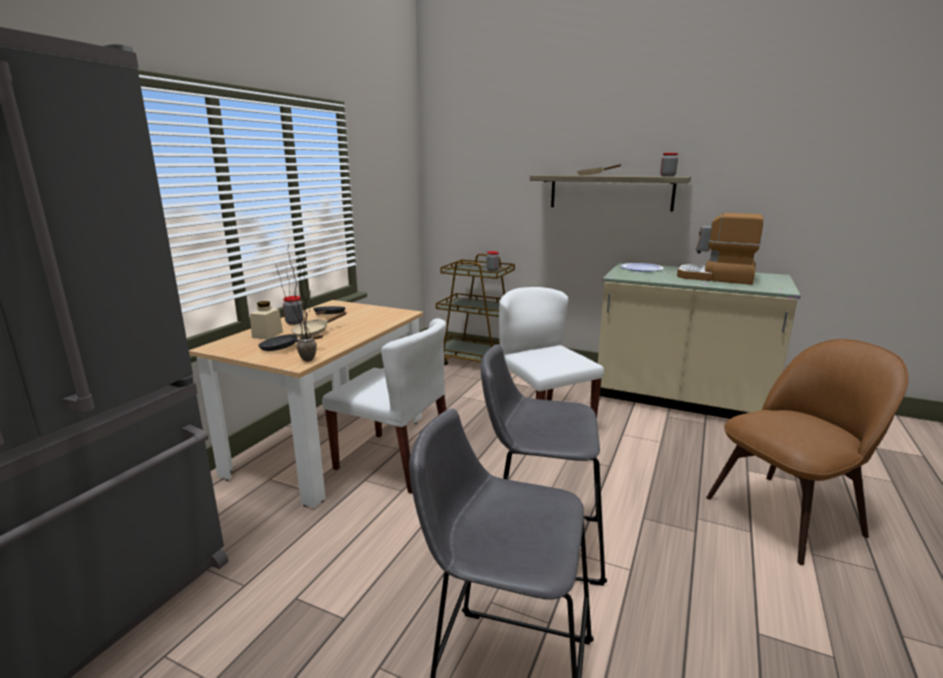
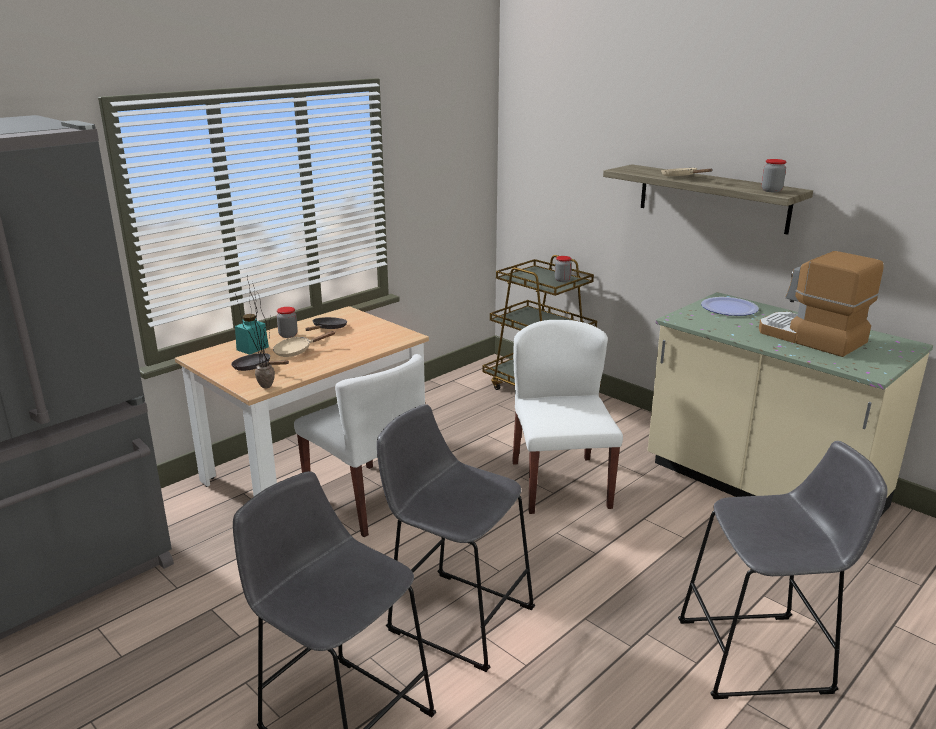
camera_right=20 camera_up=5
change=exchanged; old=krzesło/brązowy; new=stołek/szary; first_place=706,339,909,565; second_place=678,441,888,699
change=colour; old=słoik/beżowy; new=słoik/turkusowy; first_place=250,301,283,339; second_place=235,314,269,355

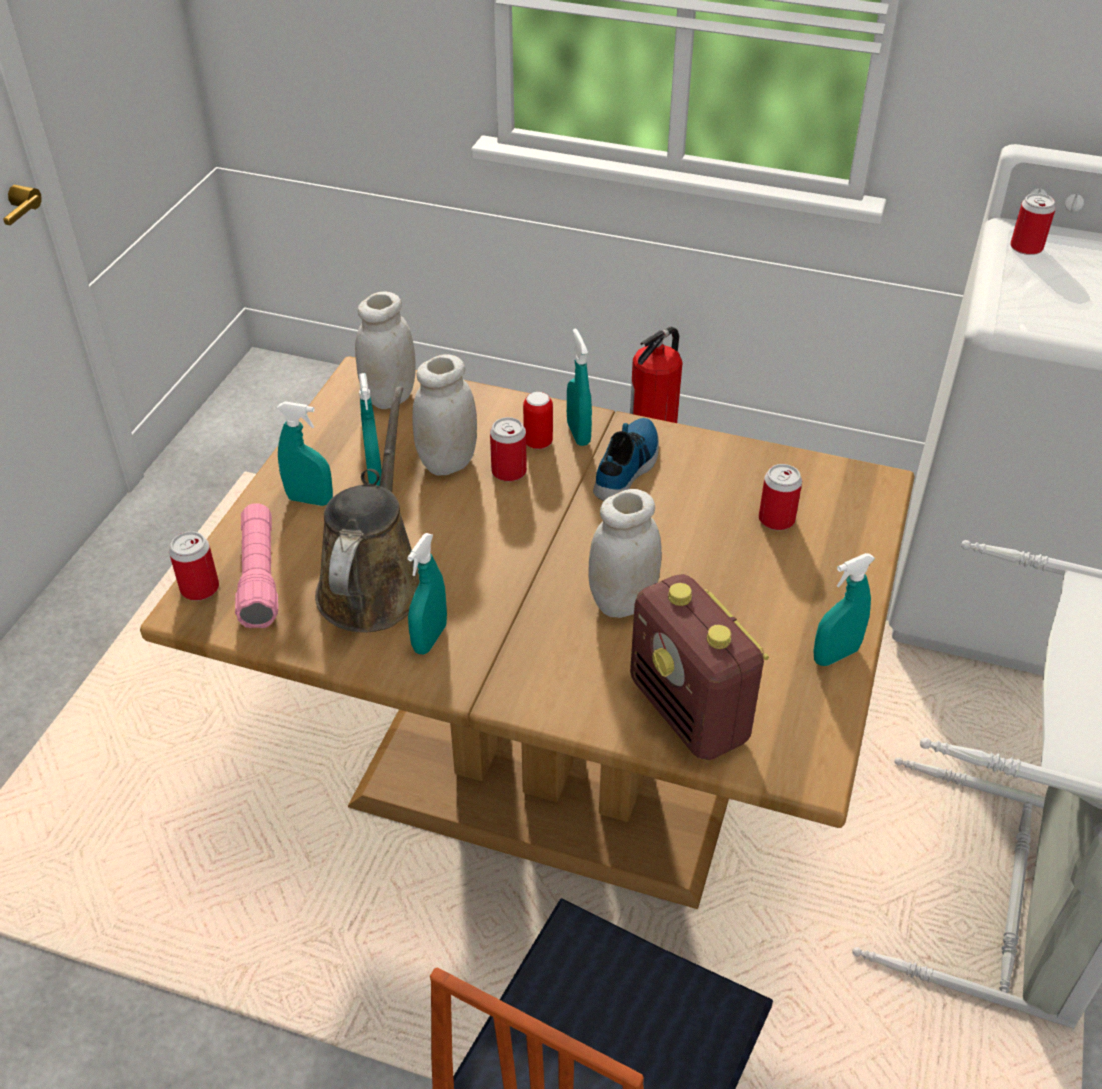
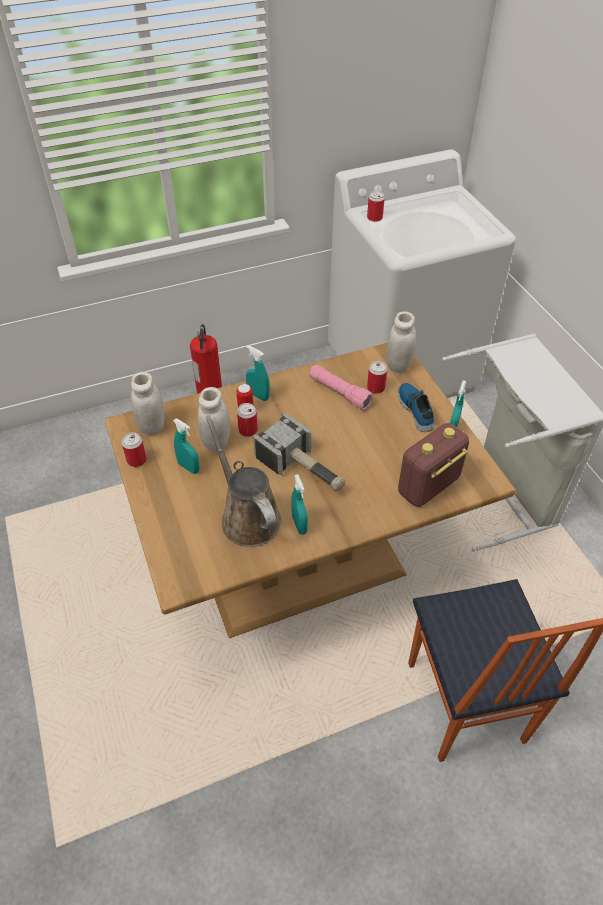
camera_right=-40 camera_up=5
change=missing; old=spryskiwacz/turkusowy; first_place=277,401,333,506
change=appeared; new=młotek; second_place=253,413,346,491
change=relocated; old=puszka; first_place=169,531,219,601; second_place=122,432,147,467
change=relocated; old=latarka/różowy; first_place=235,503,278,628; second_place=309,365,373,410
change=relocated; old=słoik/biały; first_place=588,489,662,618; second_place=387,311,416,373
change=relocated; old=but; first_place=593,418,659,501; second_place=398,383,435,432
change=spun; old=radio; first_place=630,574,769,760; second_place=398,423,469,507; degrees=120

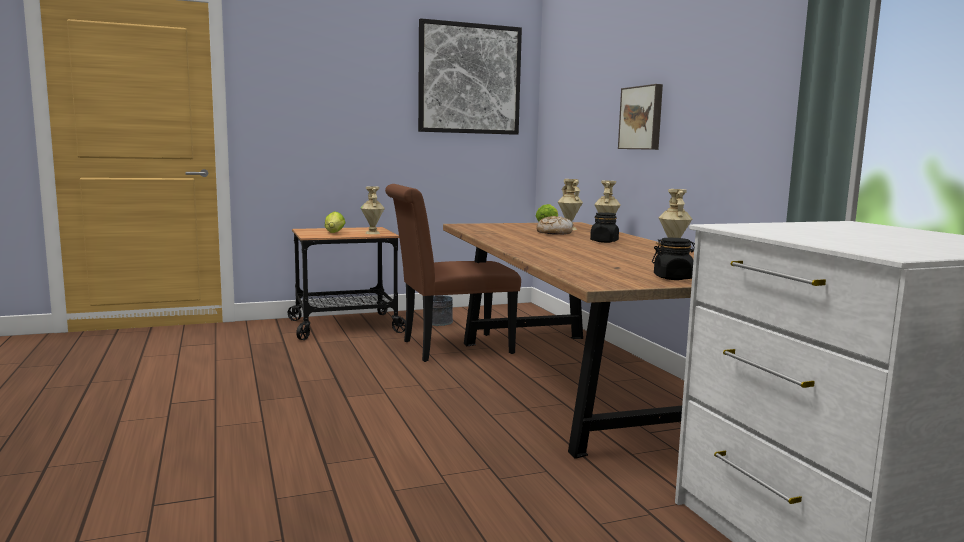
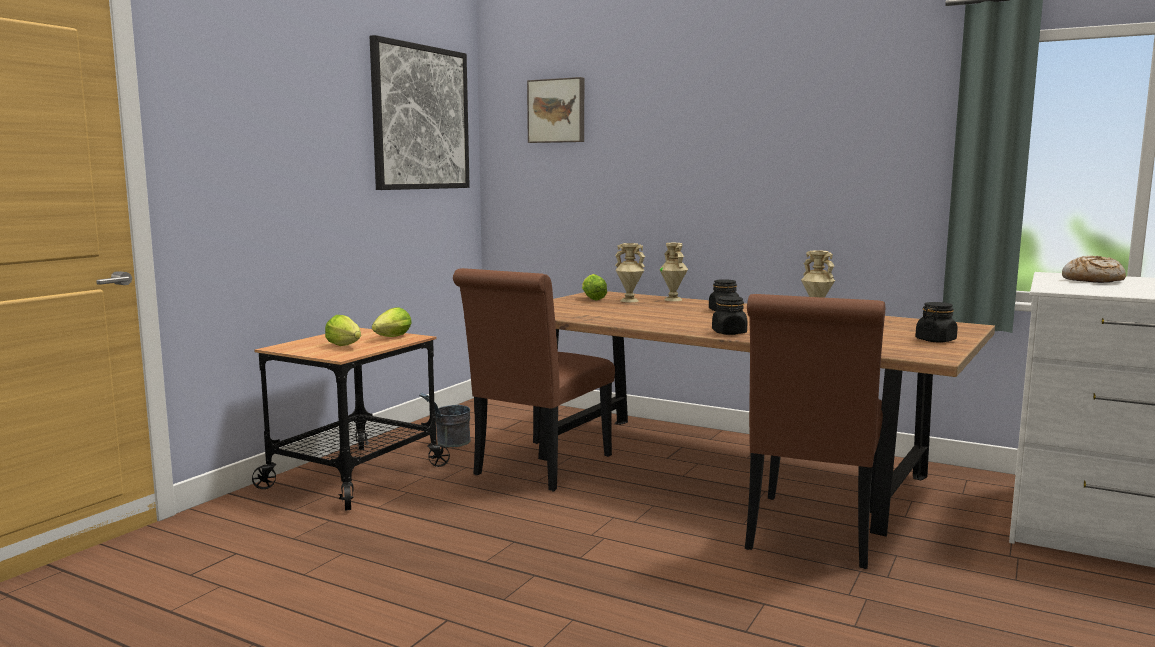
camera_right=-40 camera_up=0
change=appeared; new=słoik/czarny; second_place=712,296,747,335
change=appeared; new=krzesło/brązowy; second_place=745,294,885,569
change=relocated; old=chleb; first_place=536,216,573,235; second_place=1062,256,1126,283
change=relocated; old=obraz; first_place=618,84,663,150; second_place=527,77,584,143
change=exchanged; old=wazon/beżowy; new=sałata; first_place=361,186,385,234; second_place=372,307,412,337

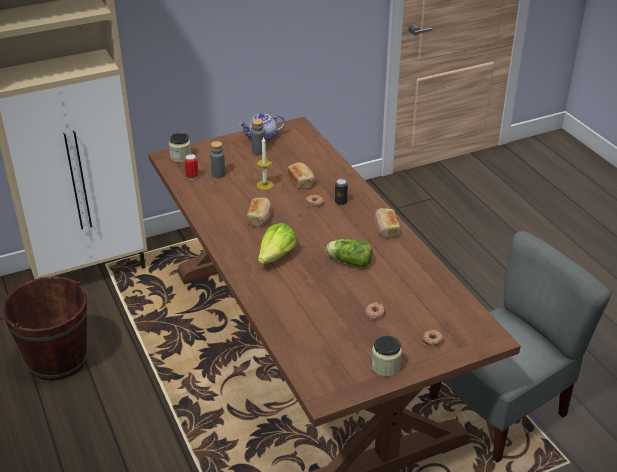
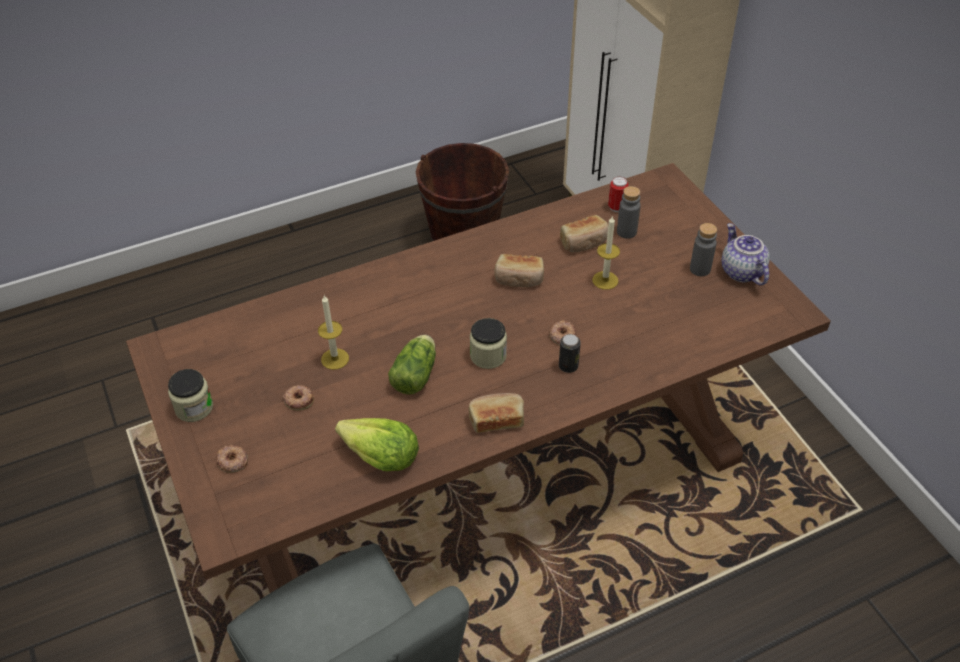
camera_right=90 camera_up=10
change=appeared; new=świeca; second_place=318,295,349,370
change=relocated; old=słoik; first_place=169,133,191,162; second_place=470,318,507,369
change=relocated; old=sałata; first_place=258,223,297,264; second_place=335,418,419,471
change=relocated; old=chleb; first_place=288,162,315,189; second_place=560,215,608,252

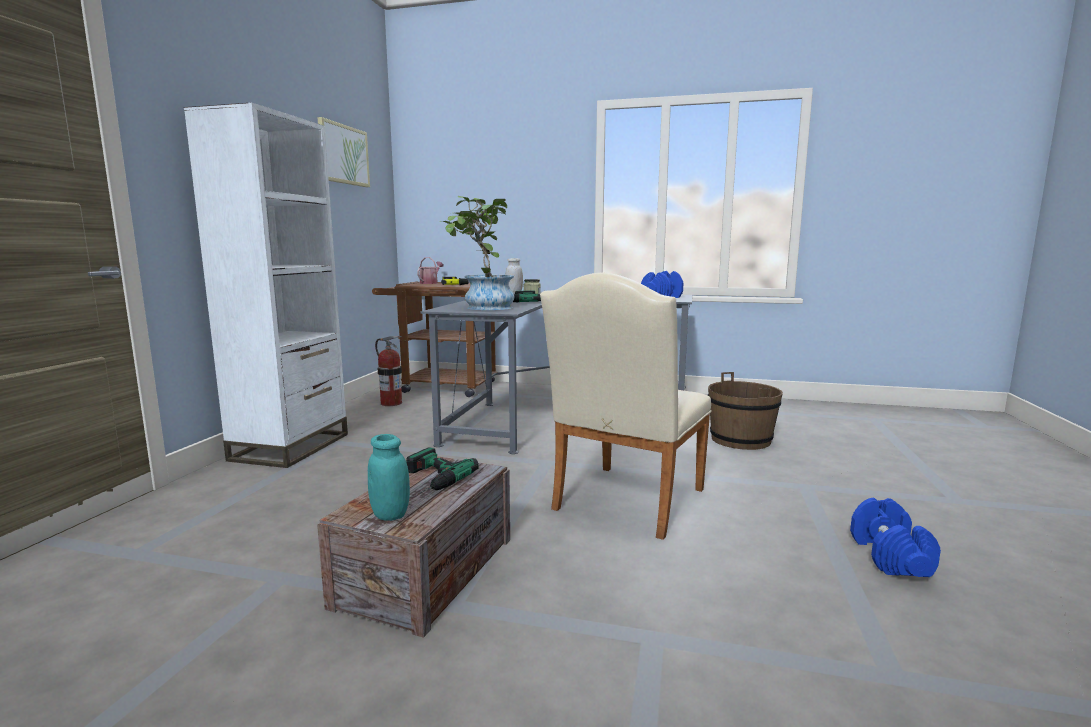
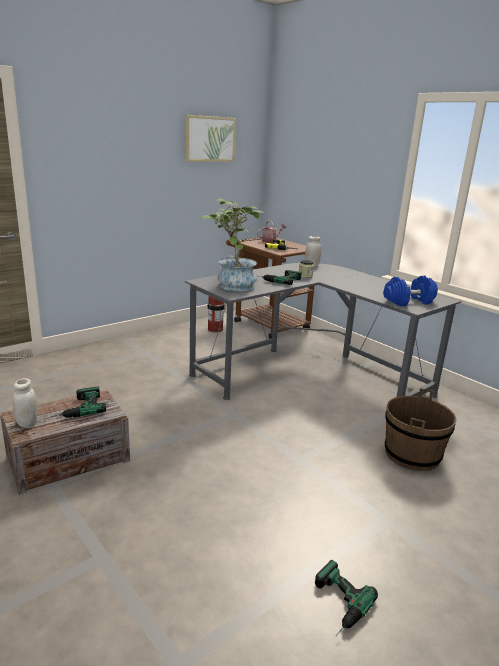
camera_right=35 camera_up=10
change=missing; old=regał/biały; first_place=184,102,348,468
change=missing; old=krzesło/beżowy; first_place=540,273,712,540
change=exchanged; old=hantel/niebieski; new=wiertarka; first_place=850,498,941,577; second_place=315,560,378,636
change=colour; old=słoik/turkusowy; new=słoik/biały; first_place=368,434,410,521; second_place=13,378,38,428

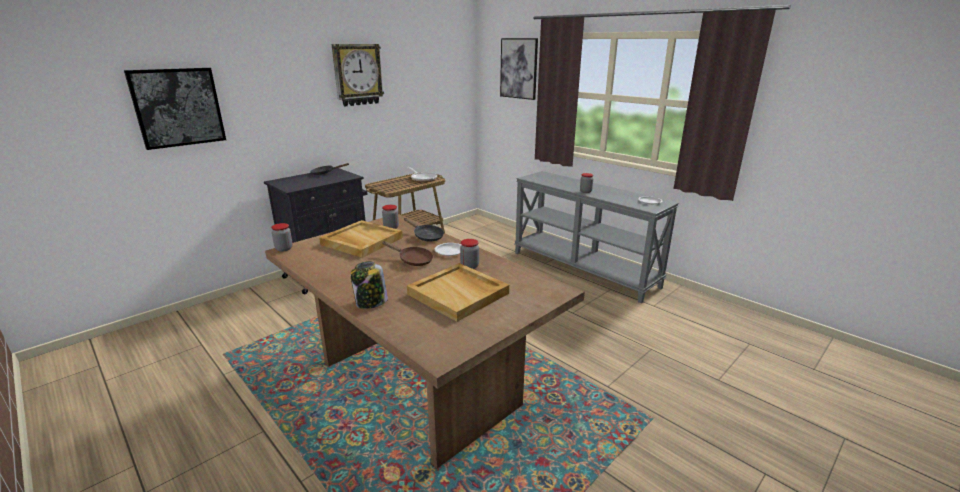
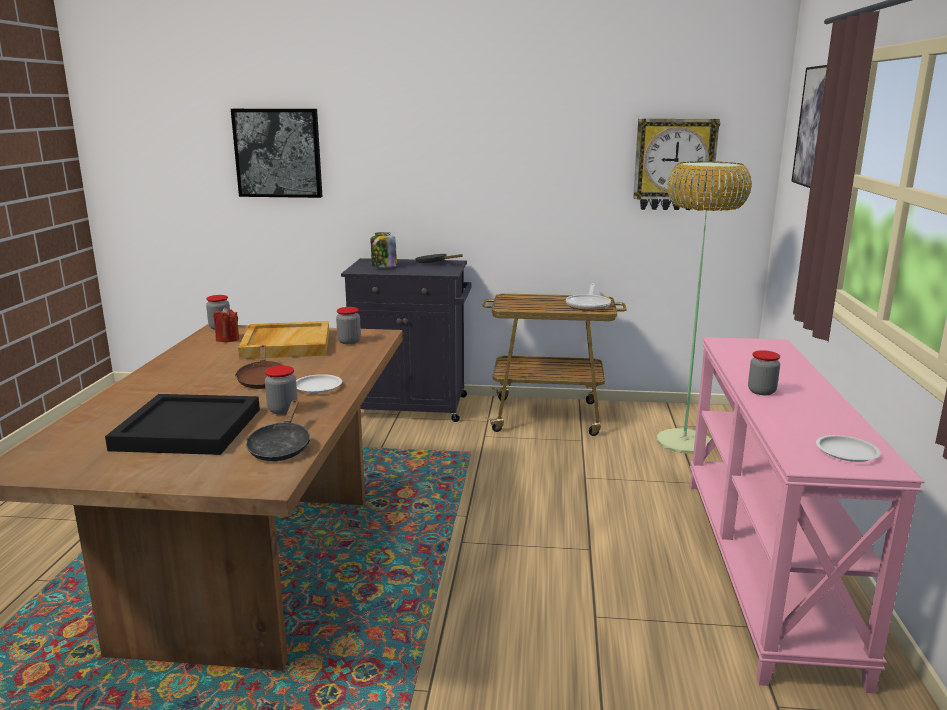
camera_right=50 camera_up=-5
change=appeared; new=świeca/czerwony; second_place=213,307,239,342
change=appeared; new=lampa stojąca; second_place=657,161,752,454
change=relocated; old=zegar ścienny; first_place=331,44,384,106; second_place=633,119,720,210
change=relocated; old=słoik; first_place=350,261,388,309; second_place=371,232,397,268
change=relocated; old=patelnia/czarny; first_place=404,218,444,242; second_place=246,400,310,461
change=colour; old=taca/beżowy; new=taca/czarny; first_place=407,263,509,322; second_place=105,394,260,455
change=colour; old=stolik konsolowy/szary; new=stolik konsolowy/różowy; first_place=514,171,679,303; second_place=690,337,925,694

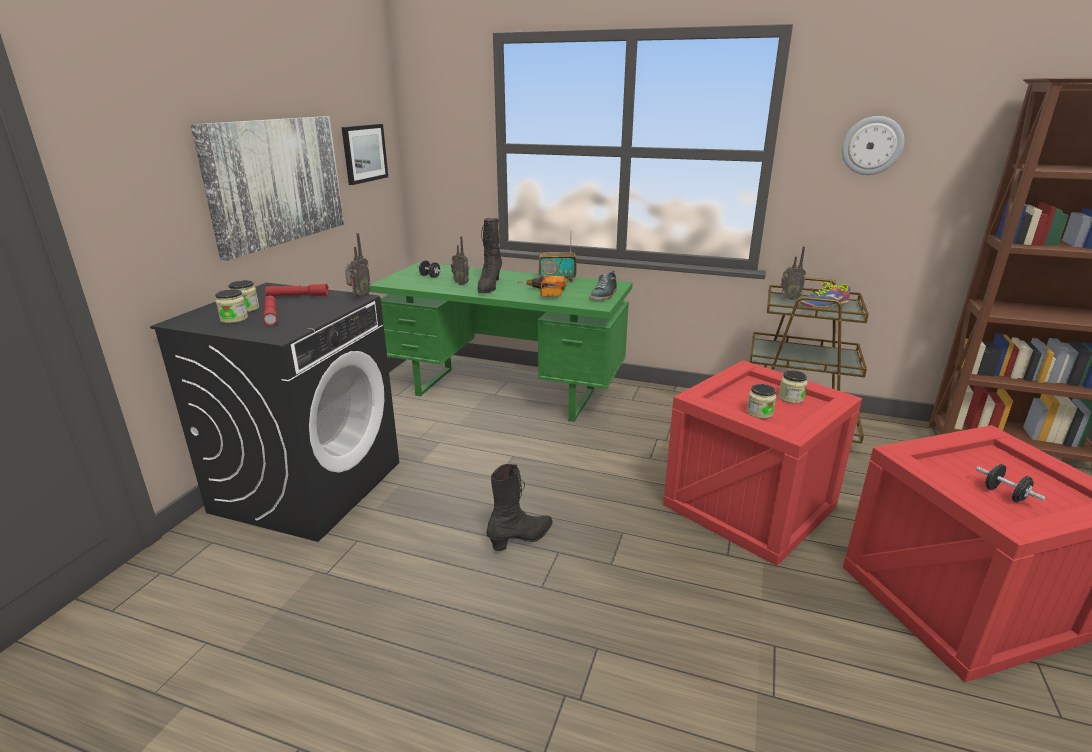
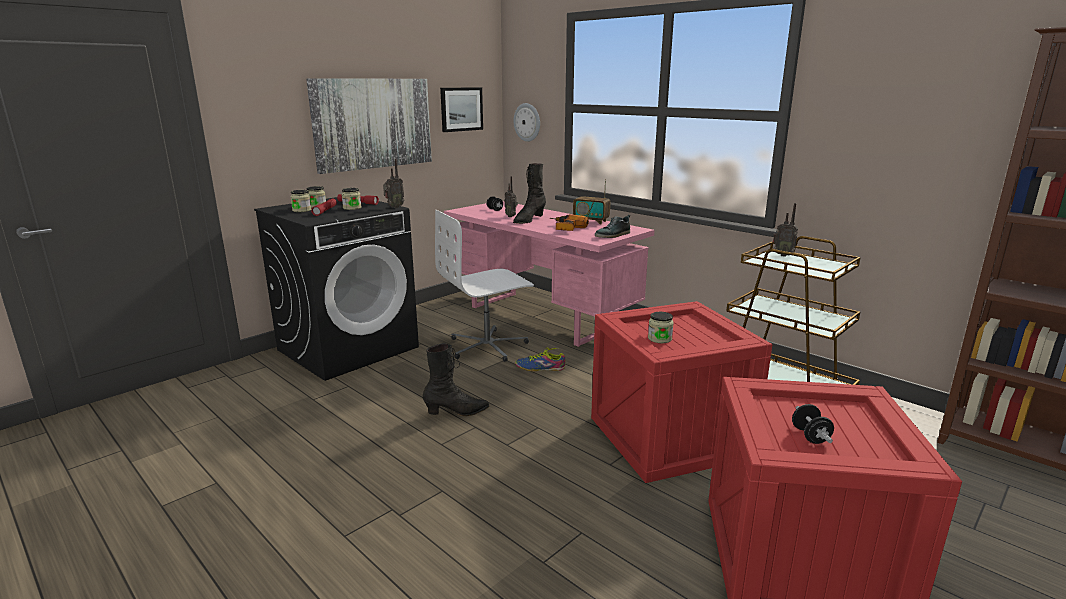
camera_right=25 camera_up=-5
change=appeared; new=krzesło biurowe/biały; second_place=435,210,534,362
change=relocated; old=słoik; first_place=778,370,807,404; second_place=341,188,362,210
change=relocated; old=but; first_place=800,279,850,308; second_place=515,348,566,371
change=relocated; old=zegar ścienny; first_place=842,116,904,175; second_place=514,103,540,142
change=colour; old=biurko/zielony; new=biurko/różowy; first_place=370,262,633,422; second_place=444,201,655,347

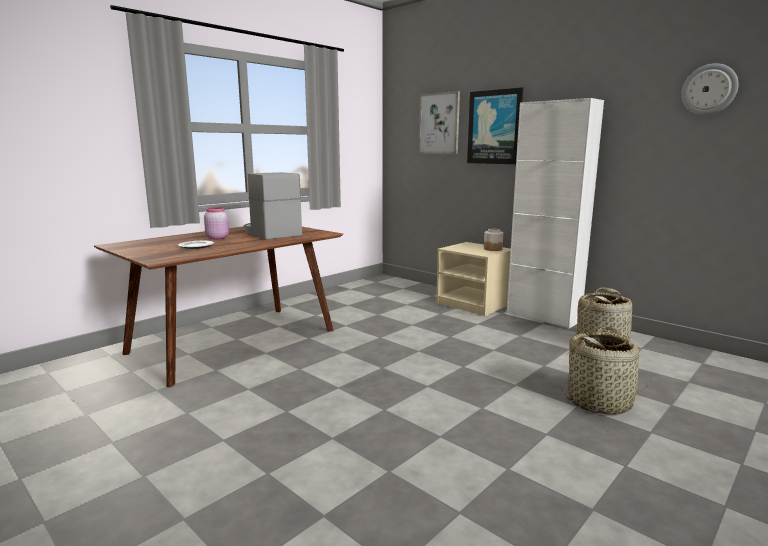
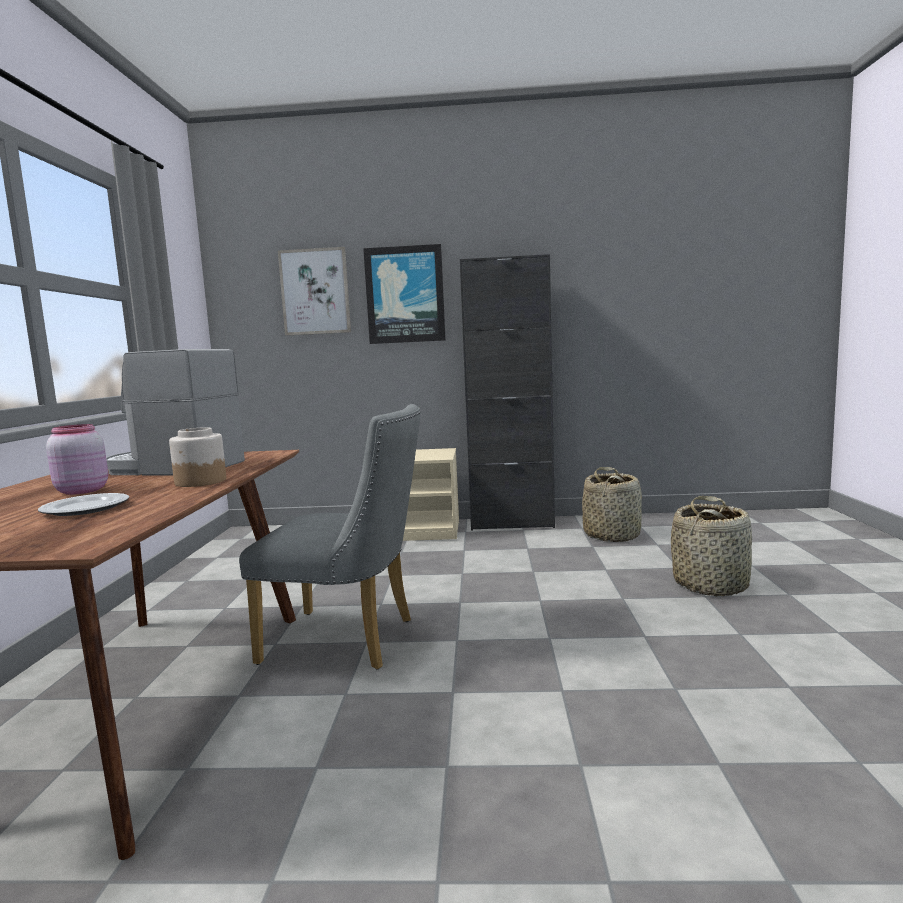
camera_right=-40 camera_up=-5
change=missing; old=zegar ścienny; first_place=681,63,739,115
change=appeared; new=krzesło/szary; second_place=239,404,421,670
change=relocated; old=słoik; first_place=484,229,503,251; second_place=169,427,226,487
change=colour; old=szafka/biały; new=szafka/czarny; first_place=507,98,604,329; second_place=460,254,555,531

